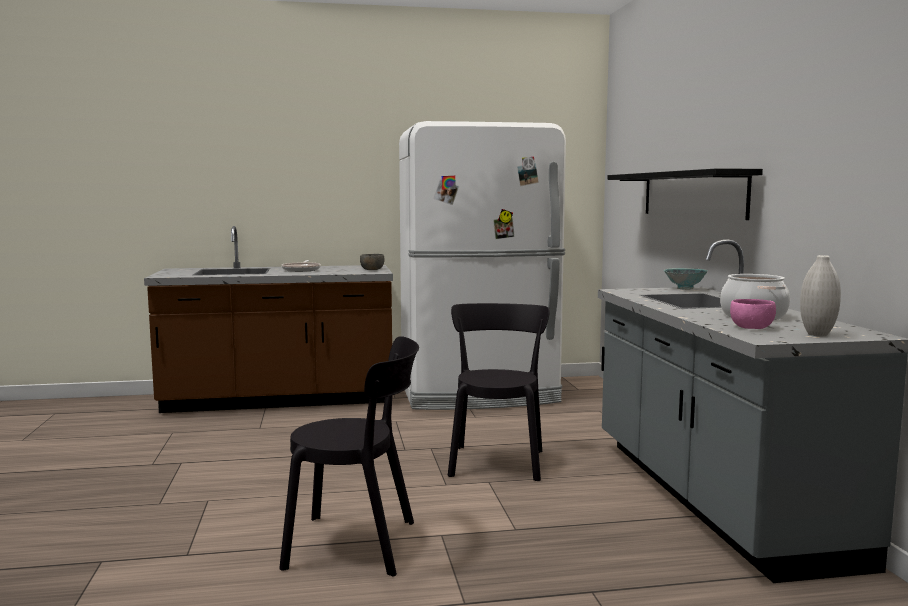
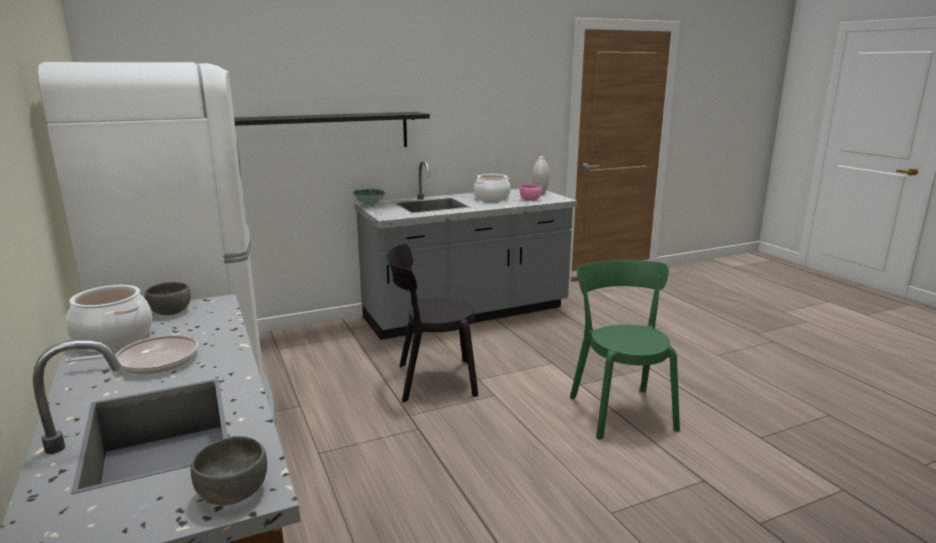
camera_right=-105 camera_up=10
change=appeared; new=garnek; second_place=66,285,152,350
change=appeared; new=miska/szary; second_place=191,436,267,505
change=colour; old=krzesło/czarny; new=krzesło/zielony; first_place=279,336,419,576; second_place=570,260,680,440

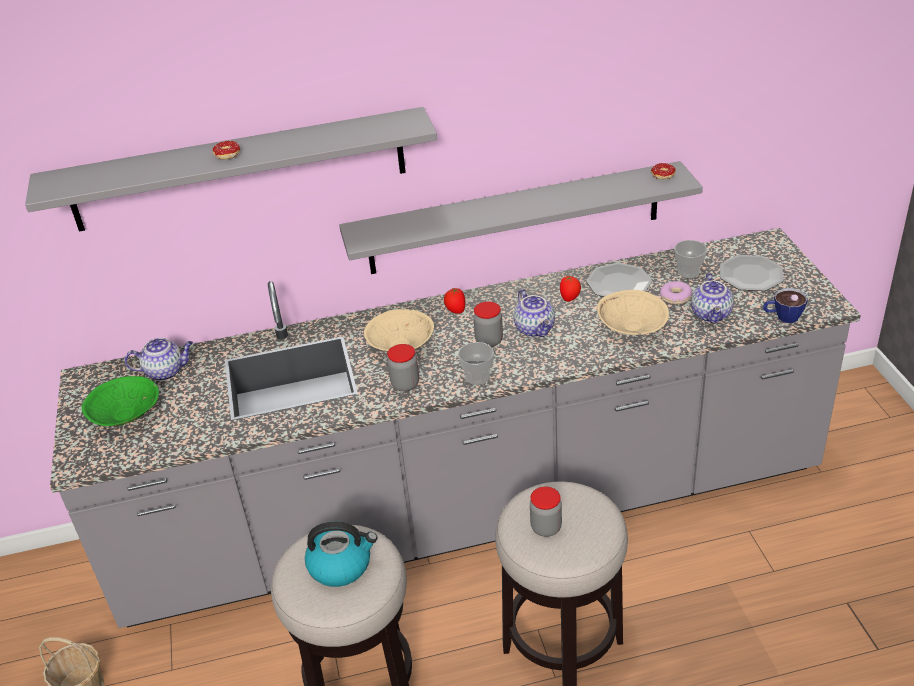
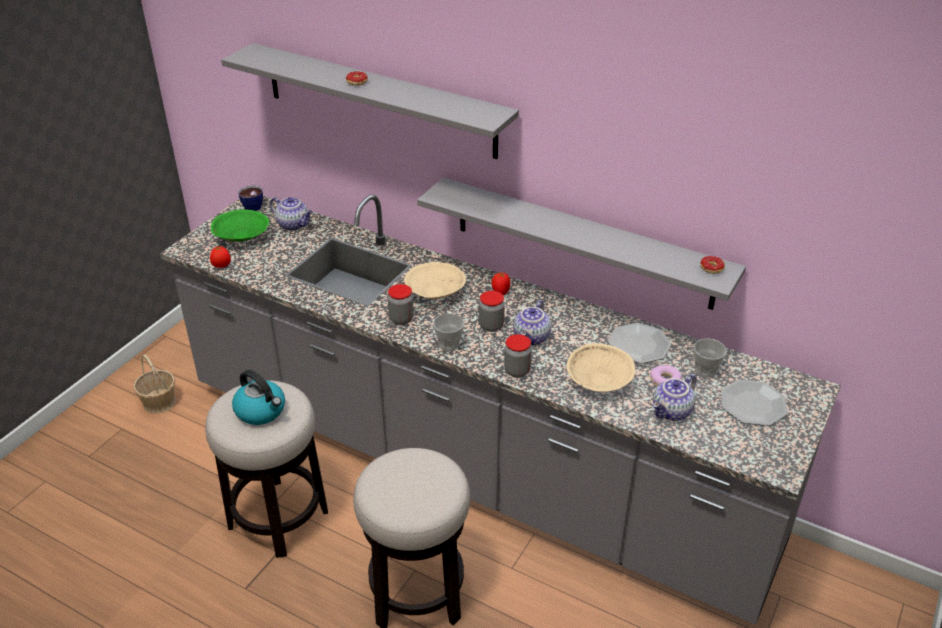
camera_right=40 camera_up=0
change=relocated; old=słoik; first_place=530,487,562,537; second_place=504,334,532,378
change=relocated; old=pomidor; first_place=560,275,581,302; second_place=210,246,231,268
change=relocated; old=filiżanka; first_place=763,288,808,323; second_place=238,185,263,211

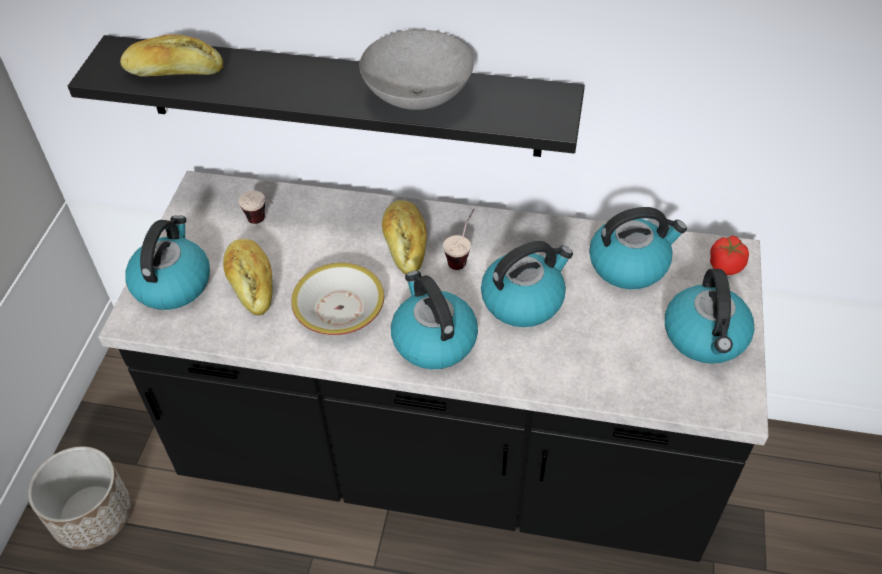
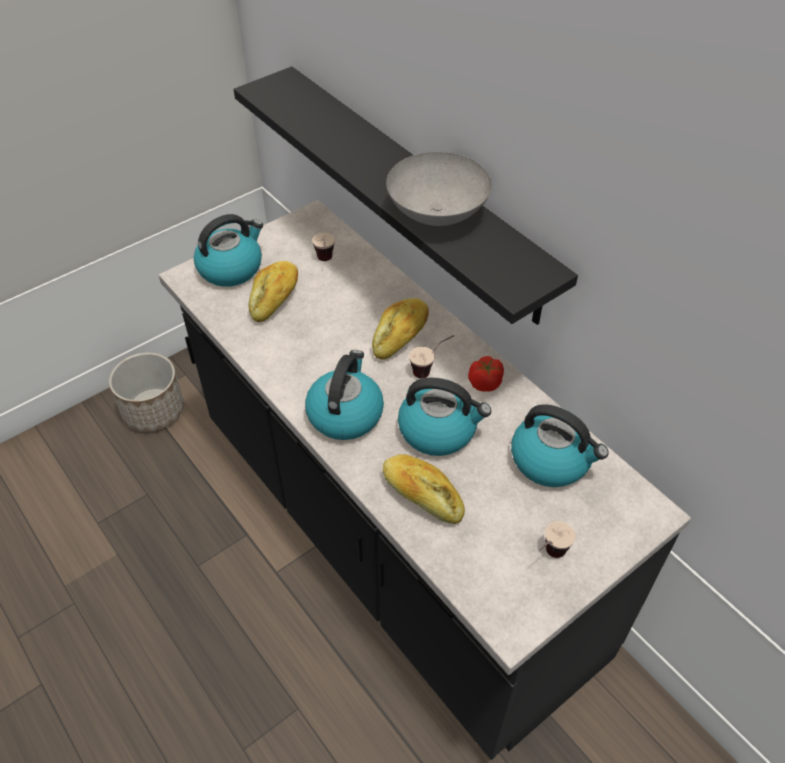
camera_right=40 camera_up=0
change=missing; old=miska; first_place=291,263,384,335
change=relocated; old=chleb; first_place=120,34,223,76; second_place=383,454,465,524
change=relocated; old=pomidor; first_place=710,235,749,275; second_place=468,356,504,392
change=exchanged; old=czajnik; new=filiżanka; first_place=665,269,755,364; second_place=538,521,576,558

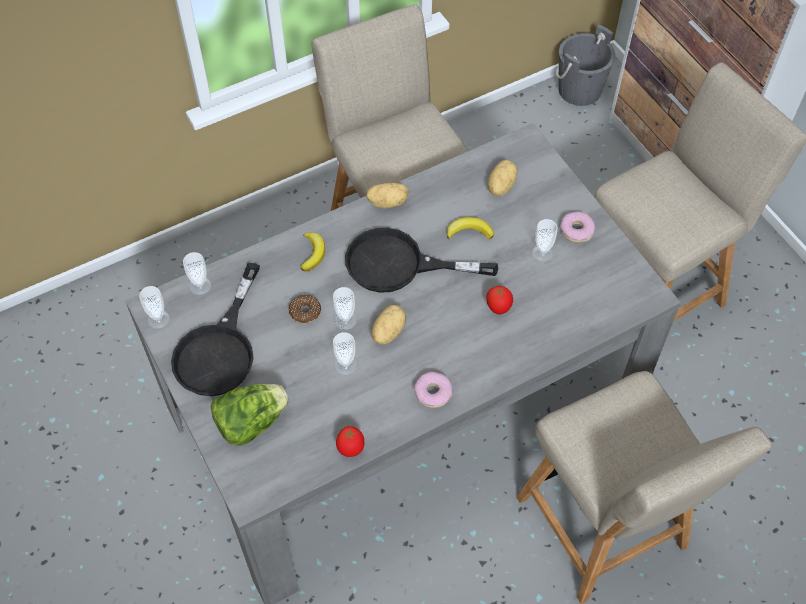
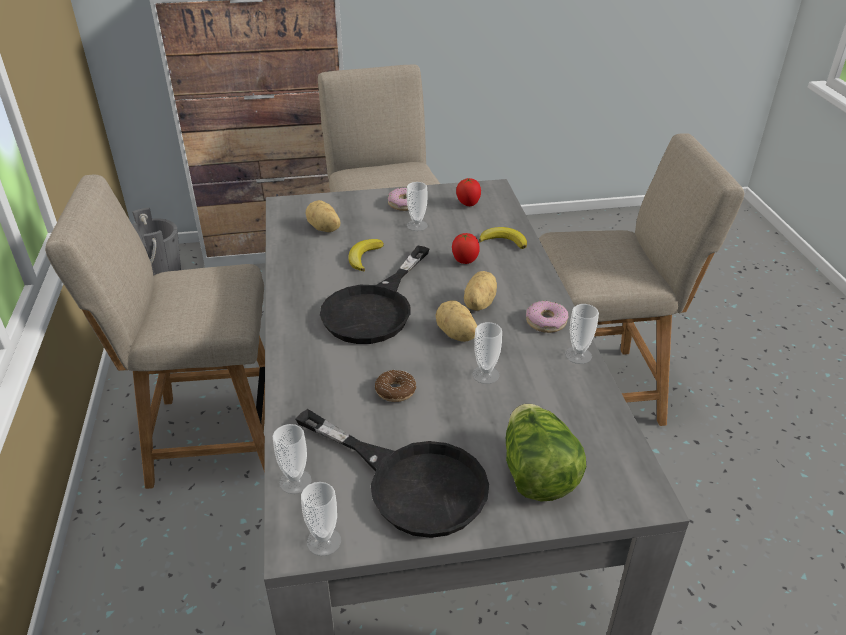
camera_right=-70 camera_up=-20
change=relocated; old=banan; first_place=300,232,325,272; second_place=479,227,527,249
change=relocated; old=filiżanka; first_place=333,287,357,330; second_place=565,304,599,364
change=relocated; old=pomidor; first_place=336,426,364,457; second_place=456,178,481,206
change=relocated; old=ziemniak; first_place=366,183,409,209; second_place=464,271,497,311

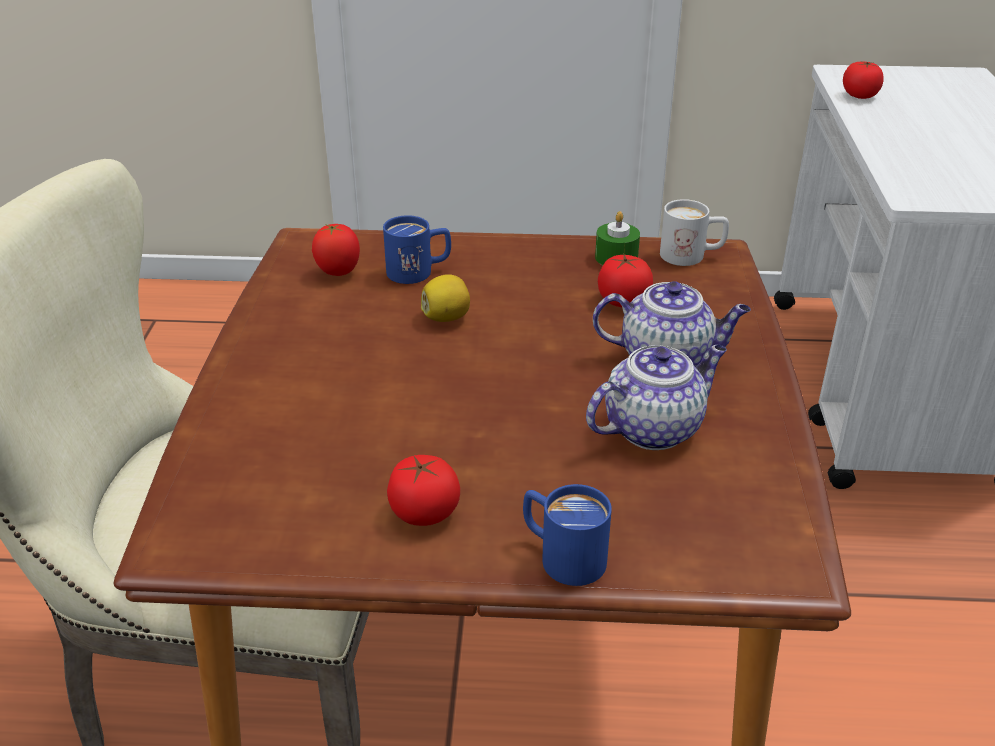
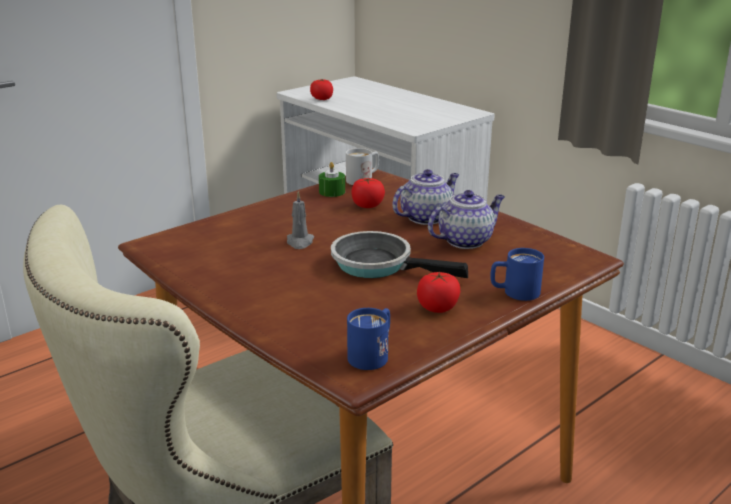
camera_right=-45 camera_up=-10
change=missing; old=pomidor; first_place=312,224,360,276
change=appeared; new=patelnia; second_place=331,231,468,278
change=relocated; old=kubek/niebieski; first_place=383,215,451,284; second_place=347,308,390,370
change=exchanged; old=cytryna; new=świeca/szary; first_place=421,274,470,322; second_place=287,191,314,249
change=spun; old=imbryk; first_place=586,345,727,450; second_place=428,190,505,249; degrees=45

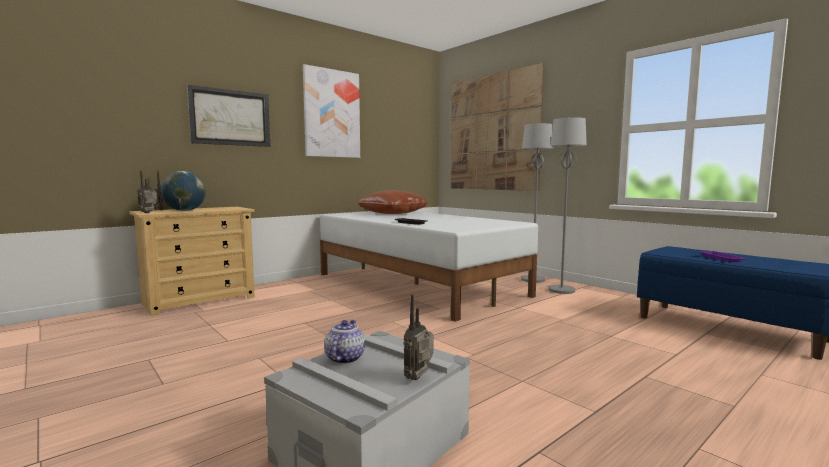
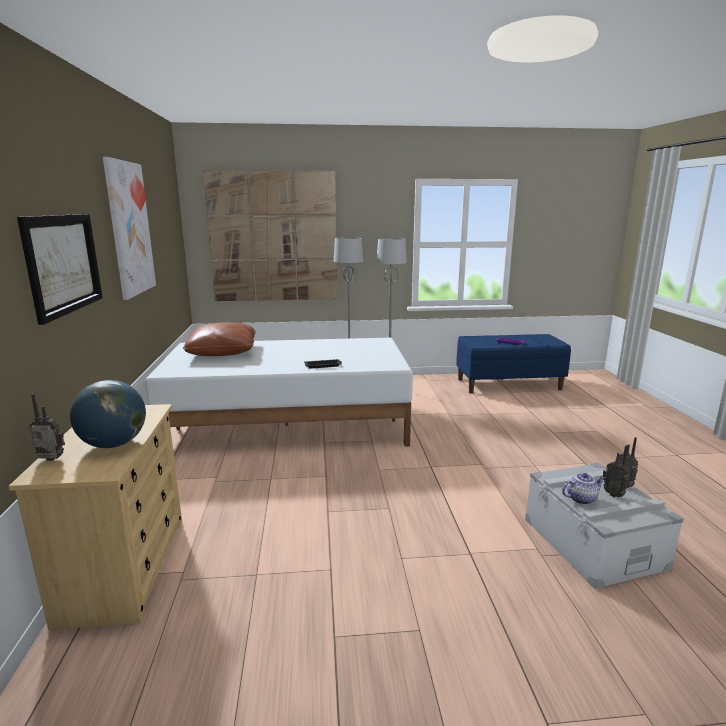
camera_right=-55 camera_up=10
change=relocated; old=radio; first_place=137,171,157,213; second_place=603,445,629,497
change=spun; old=imbryk; first_place=324,320,365,364; second_place=562,473,605,504; degrees=120

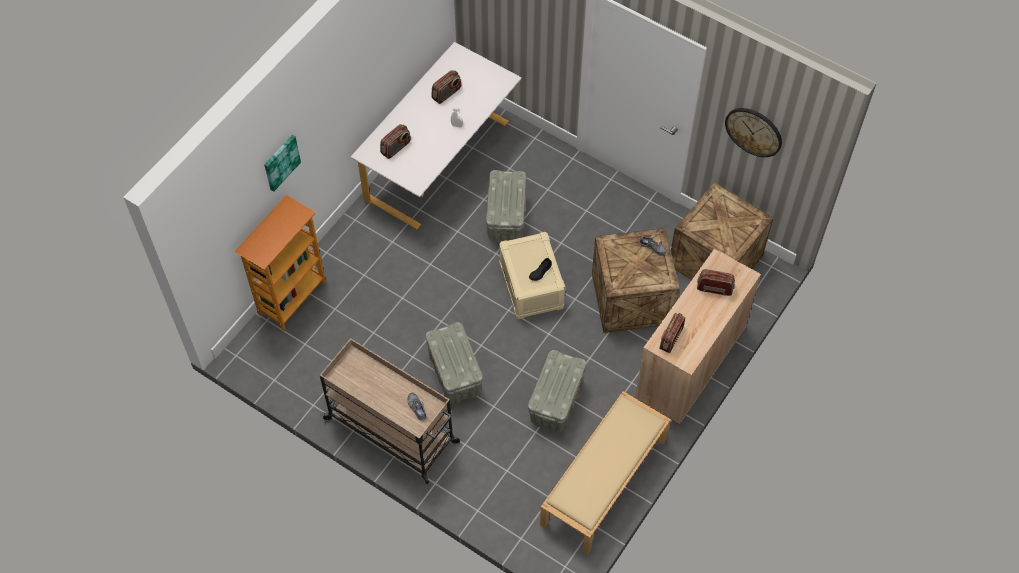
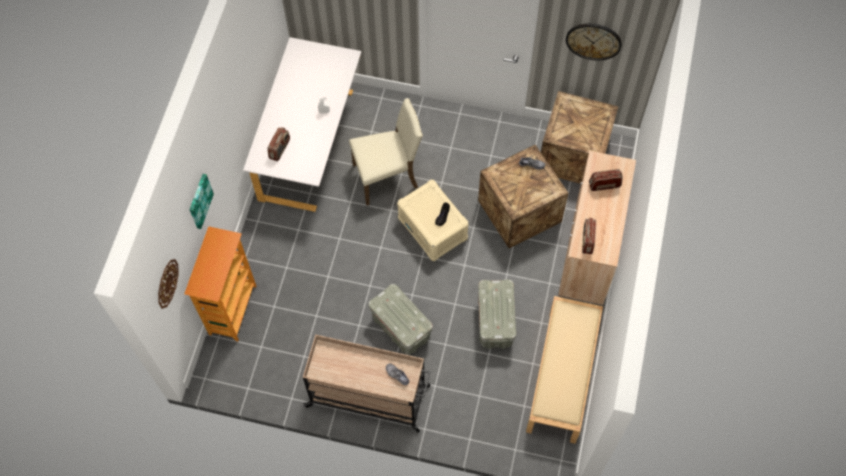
camera_right=-20 camera_up=5
change=missing; old=radio; first_place=431,70,461,104
change=appeared; new=zegar ścienny; second_place=158,259,178,309
change=exchanged; old=pojemnik do przechowywania/szary; new=krzesło/beżowy; first_place=486,170,527,243; second_place=349,98,423,206

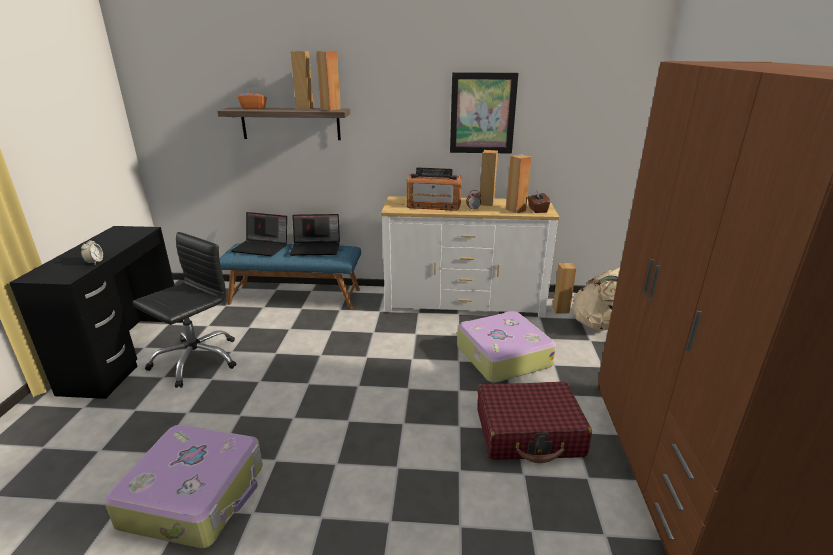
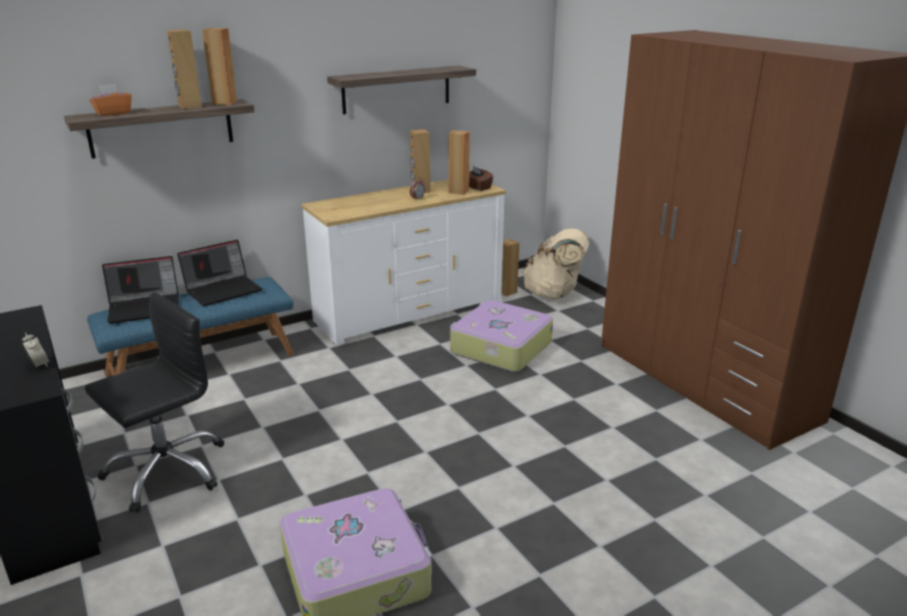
camera_right=-35 camera_up=0
change=missing; old=radio; first_place=406,167,462,211
change=missing; old=walizka/czerwony; first_place=477,382,592,463
change=exchanged; old=obraz; new=półka; first_place=450,72,518,154; second_place=327,65,476,114
change=spun; old=krzesło biurowe/czarny; first_place=133,232,237,388; second_place=85,292,224,513; degrees=45

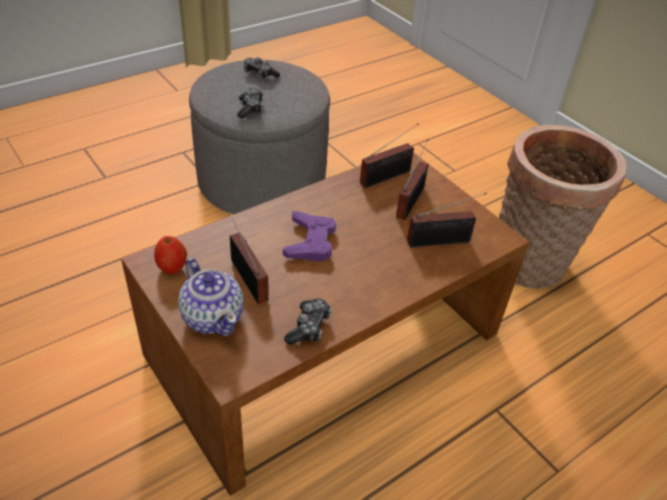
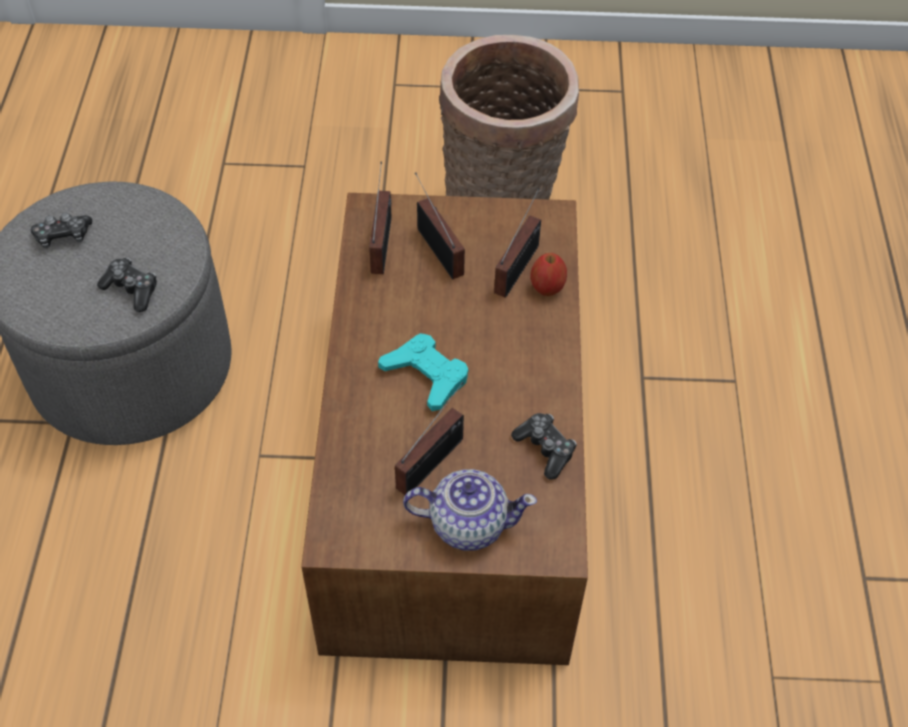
camera_right=-50 camera_up=10
change=relocated; old=jabłko; first_place=154,236,187,274; second_place=531,253,567,296
change=colour; old=pad do gier/fioletowy; new=pad do gier/turkusowy; first_place=283,211,336,262; second_place=378,333,469,411
change=spun; old=radio; first_place=227,209,269,304; second_place=395,382,464,495; degrees=120

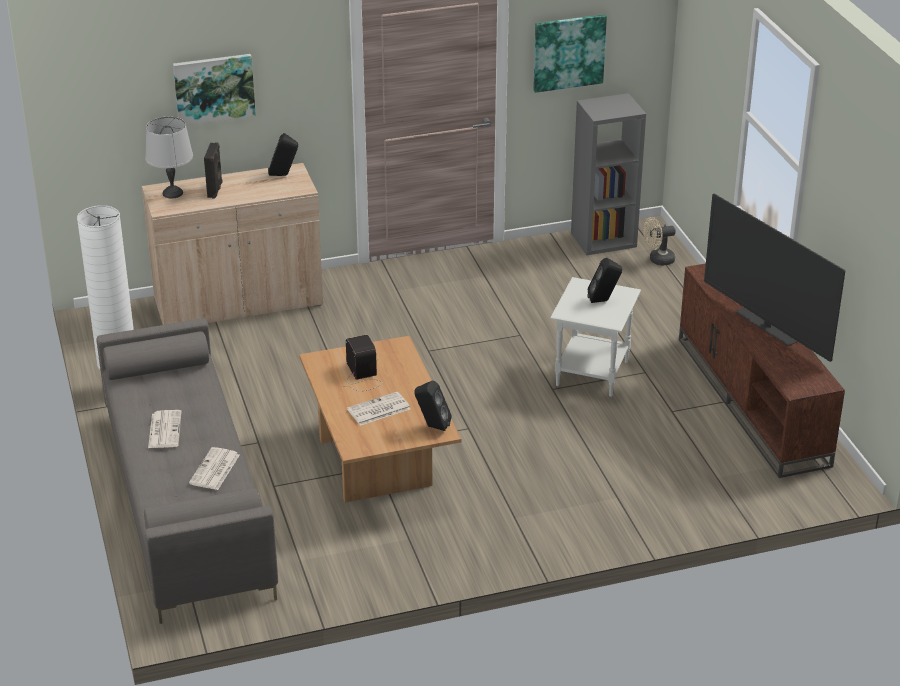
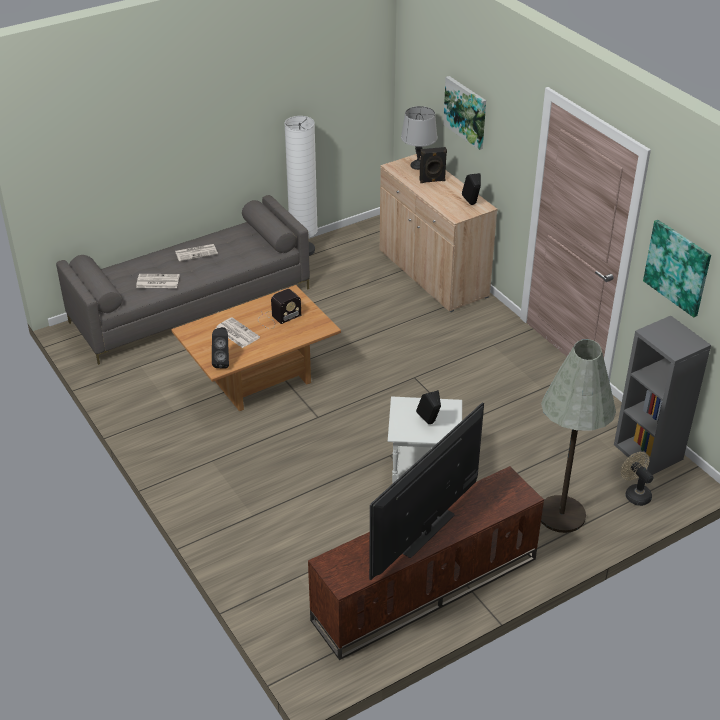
camera_right=75 camera_up=5
change=appeared; new=lampa stojąca/szary; second_place=541,339,616,533

